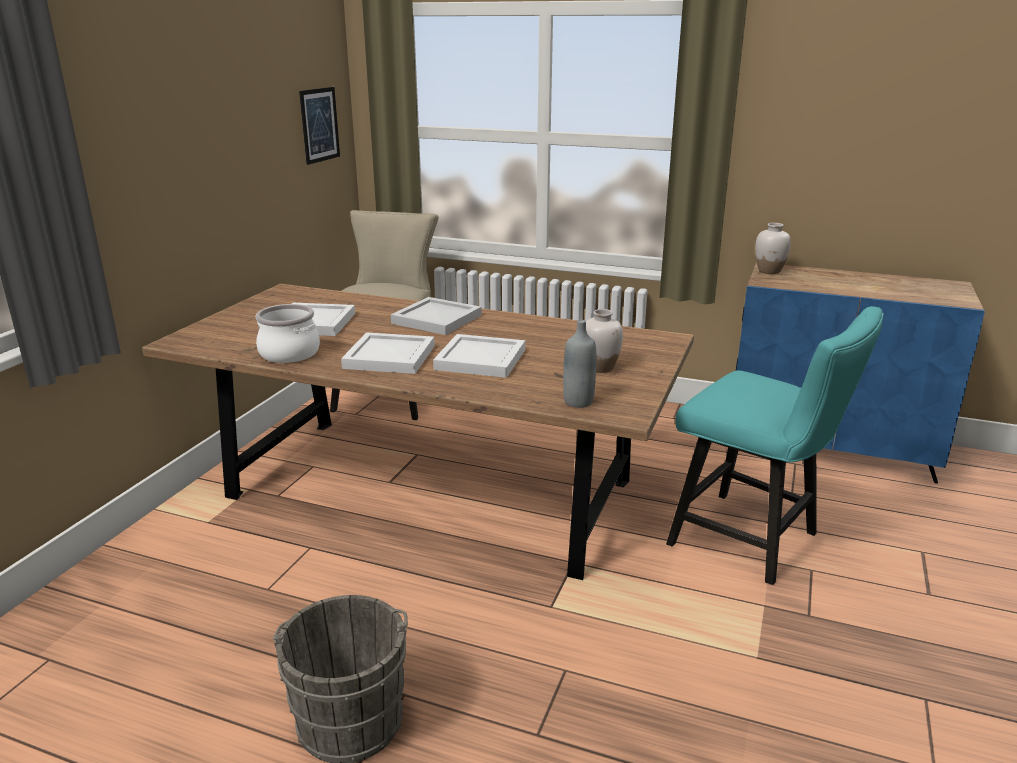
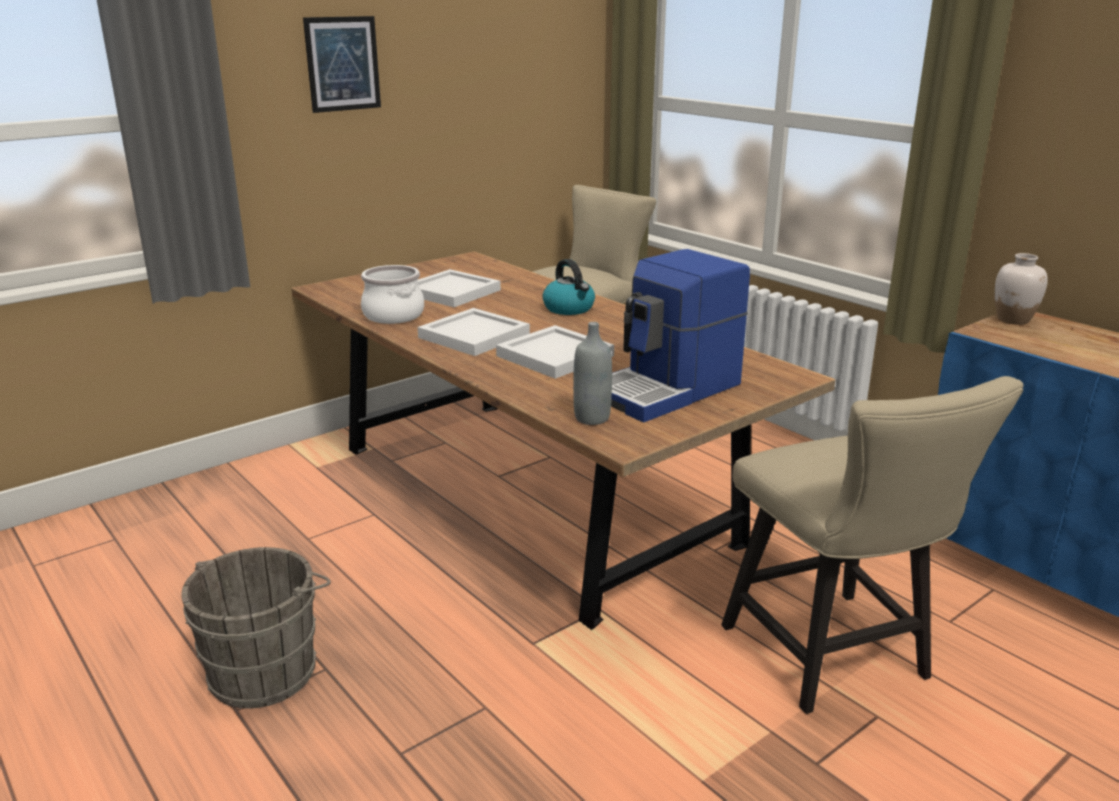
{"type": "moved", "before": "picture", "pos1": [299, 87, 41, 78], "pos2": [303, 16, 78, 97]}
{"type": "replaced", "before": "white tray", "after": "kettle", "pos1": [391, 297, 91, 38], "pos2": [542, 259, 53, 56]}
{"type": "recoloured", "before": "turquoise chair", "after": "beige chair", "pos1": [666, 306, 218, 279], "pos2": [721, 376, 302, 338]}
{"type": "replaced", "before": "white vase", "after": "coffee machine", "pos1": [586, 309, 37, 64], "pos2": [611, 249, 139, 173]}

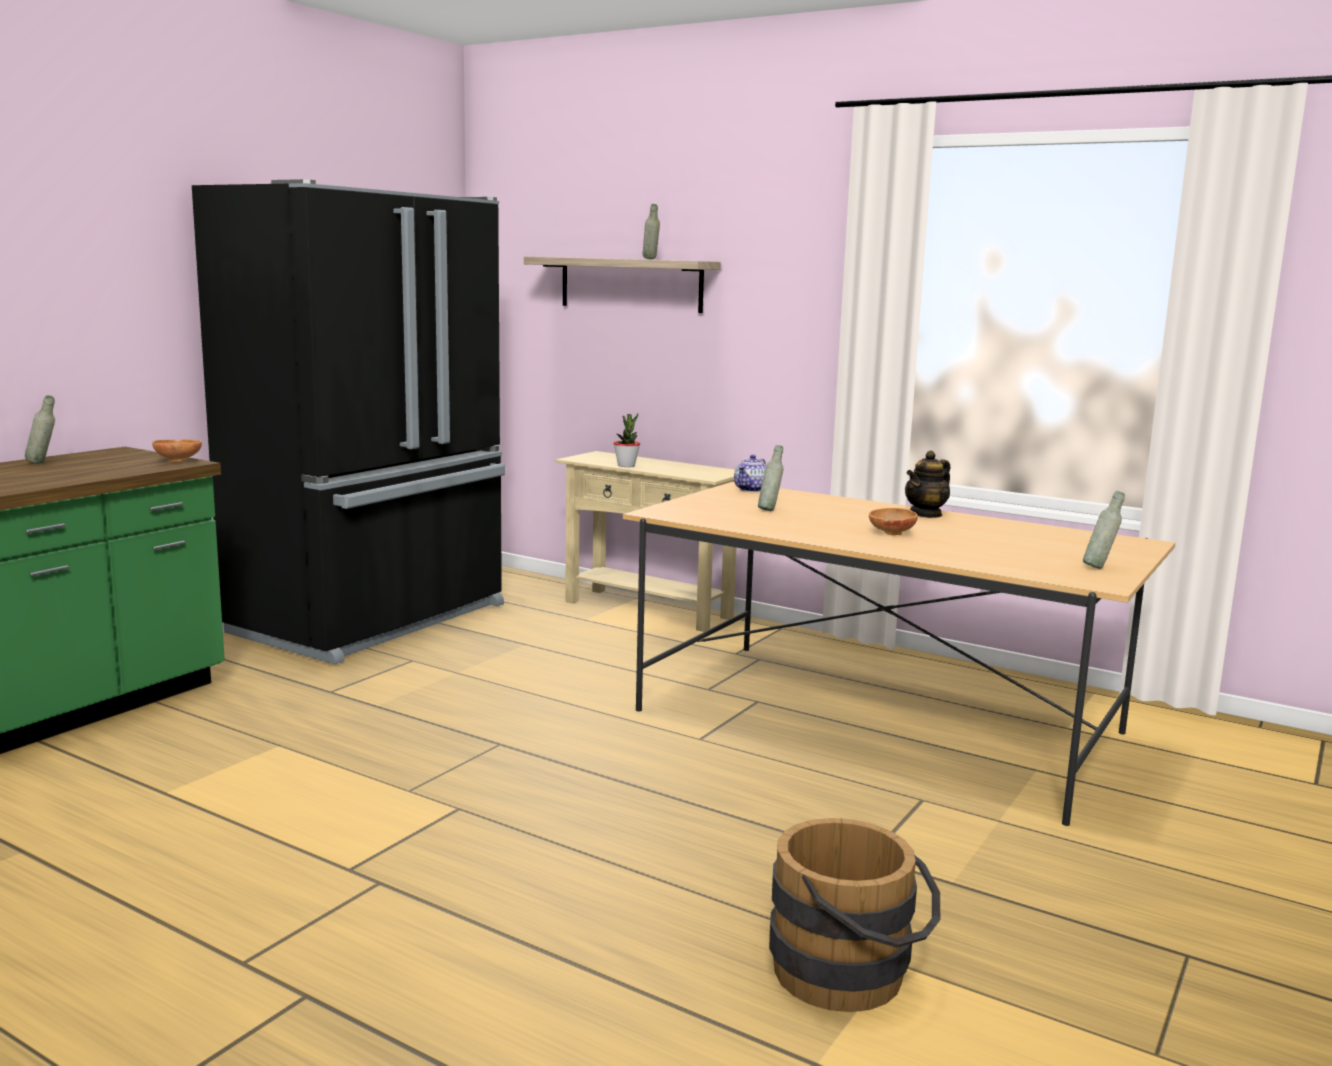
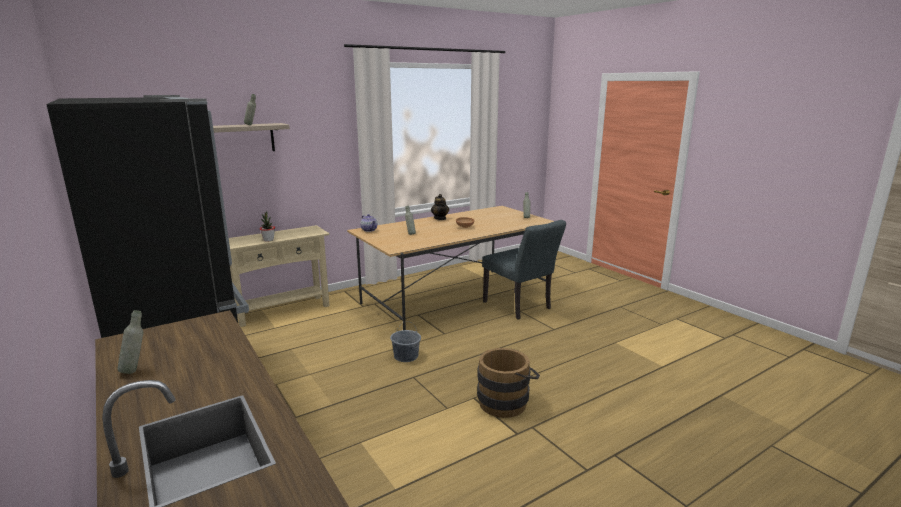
{"type": "removed", "before": "brown bowl", "pos1": [152, 439, 50, 23]}
{"type": "moved", "before": "brown bucket", "pos1": [769, 818, 171, 194], "pos2": [477, 348, 63, 70]}
{"type": "added", "after": "grey chair", "pos2": [482, 220, 84, 99]}
{"type": "added", "after": "grey bucket", "pos2": [390, 322, 31, 40]}

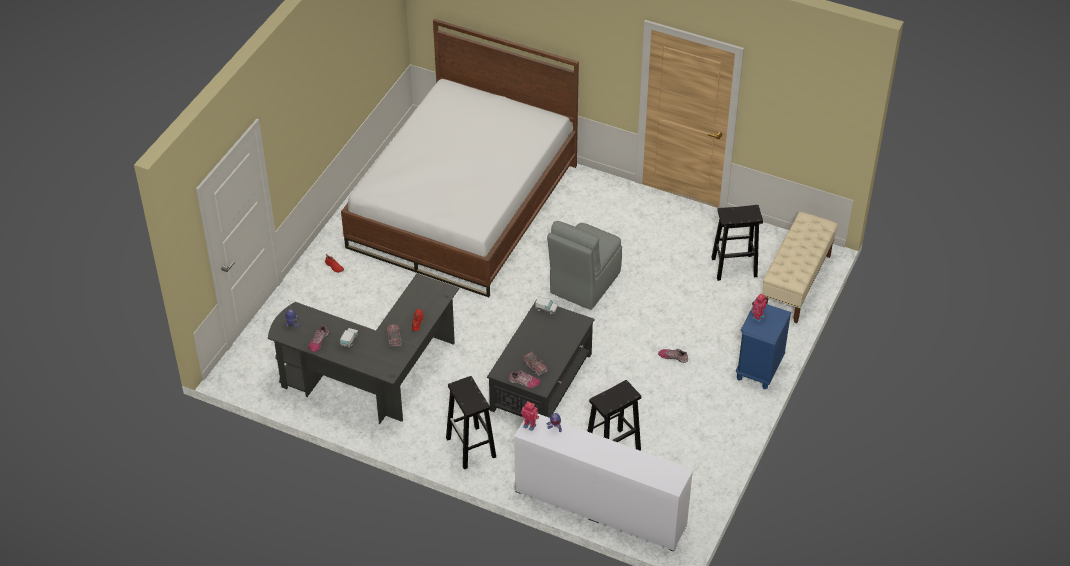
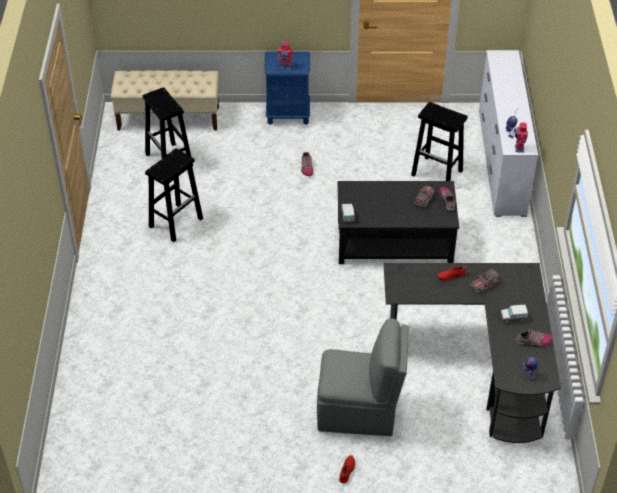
{"type": "removed", "before": "bed", "pos1": [341, 19, 238, 278]}
{"type": "moved", "before": "grey chair", "pos1": [547, 221, 75, 89], "pos2": [317, 318, 92, 118]}
{"type": "moved", "before": "black stool", "pos1": [446, 376, 50, 94], "pos2": [145, 148, 58, 94]}

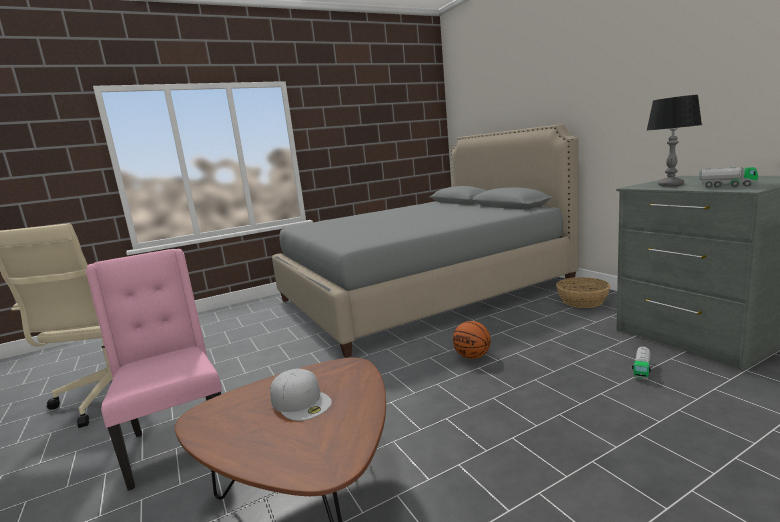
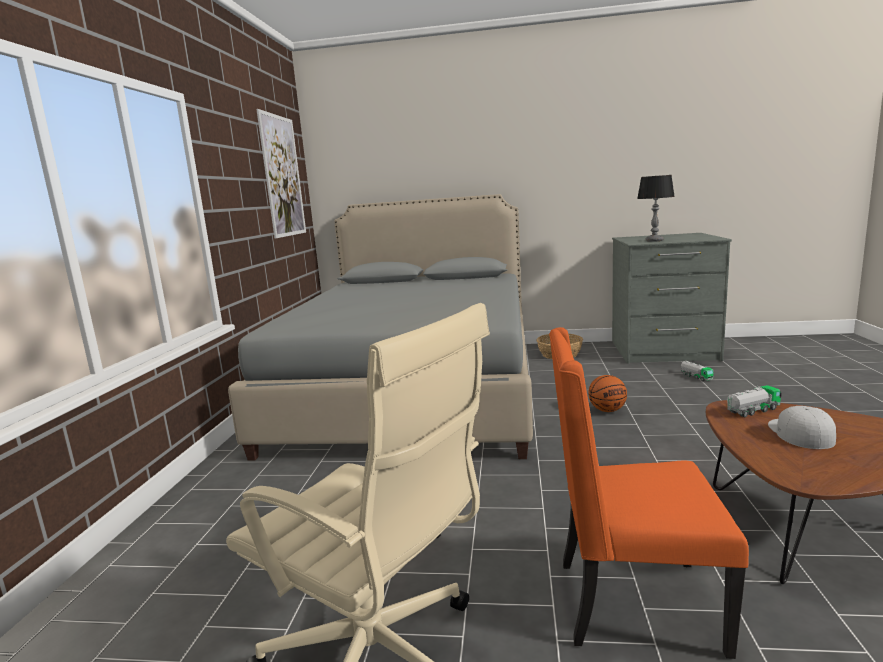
{"type": "moved", "before": "toy truck", "pos1": [699, 167, 59, 21], "pos2": [727, 385, 54, 32]}
{"type": "recoloured", "before": "pink chair", "after": "orange chair", "pos1": [86, 249, 136, 242], "pos2": [549, 327, 200, 332]}
{"type": "turned", "before": "white cap", "pos1": [270, 369, 62, 52], "pos2": [768, 406, 68, 43], "turn": -75}
{"type": "added", "after": "picture", "pos2": [256, 109, 50, 129]}

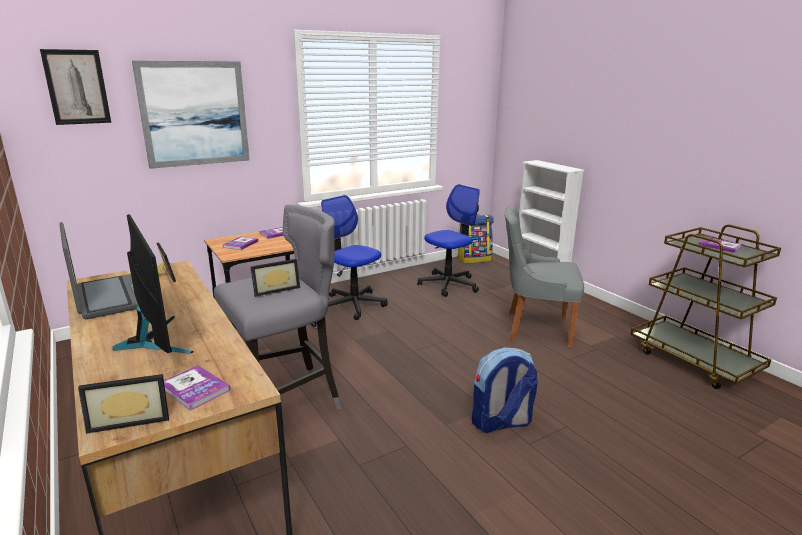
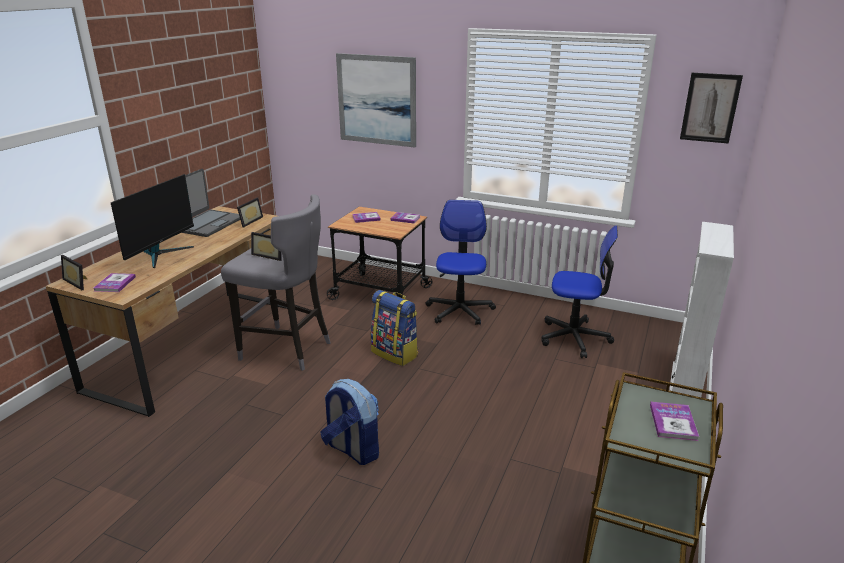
{"type": "moved", "before": "picture", "pos1": [40, 49, 71, 76], "pos2": [680, 73, 63, 71]}
{"type": "removed", "before": "grey chair", "pos1": [504, 205, 80, 142]}
{"type": "moved", "before": "backpack", "pos1": [457, 214, 37, 50], "pos2": [371, 290, 47, 76]}

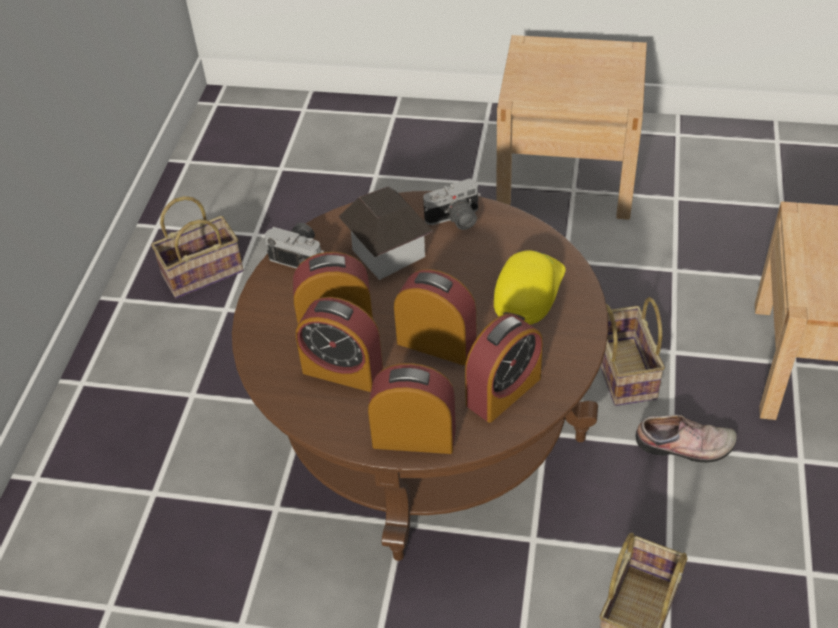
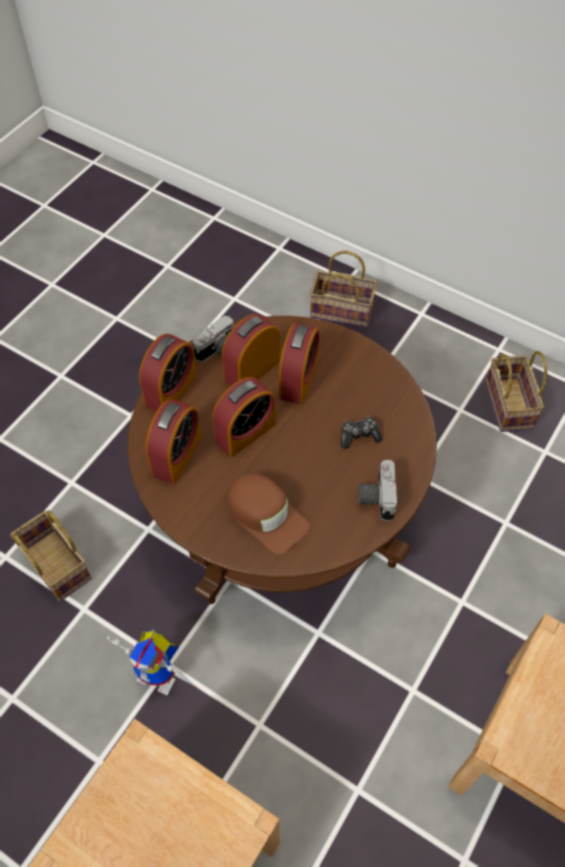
{"type": "replaced", "before": "toy house", "after": "game controller", "pos1": [339, 186, 94, 94], "pos2": [341, 416, 41, 33]}
{"type": "moved", "before": "photo camera", "pos1": [264, 223, 60, 45], "pos2": [193, 315, 42, 47]}
{"type": "recoloured", "before": "yellow cap", "after": "brown cap", "pos1": [494, 250, 72, 75], "pos2": [227, 473, 83, 81]}
{"type": "moved", "before": "basket", "pos1": [600, 297, 65, 109], "pos2": [310, 251, 67, 77]}
{"type": "turned", "before": "alarm clock", "pos1": [465, 314, 78, 109], "pos2": [146, 399, 55, 85], "turn": -135}
{"type": "replaced", "before": "shoe", "after": "toy robot", "pos1": [636, 415, 101, 48], "pos2": [107, 629, 89, 67]}

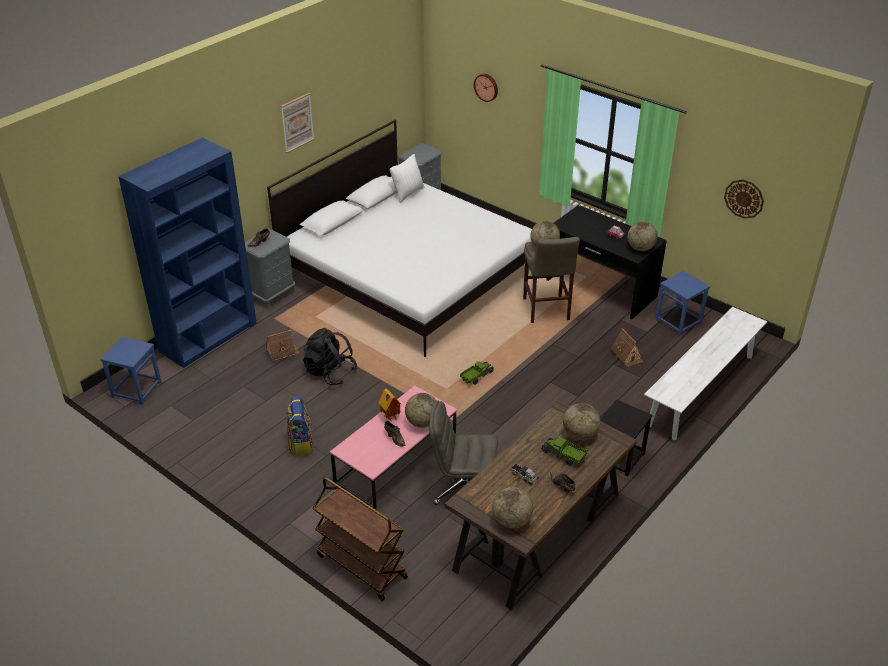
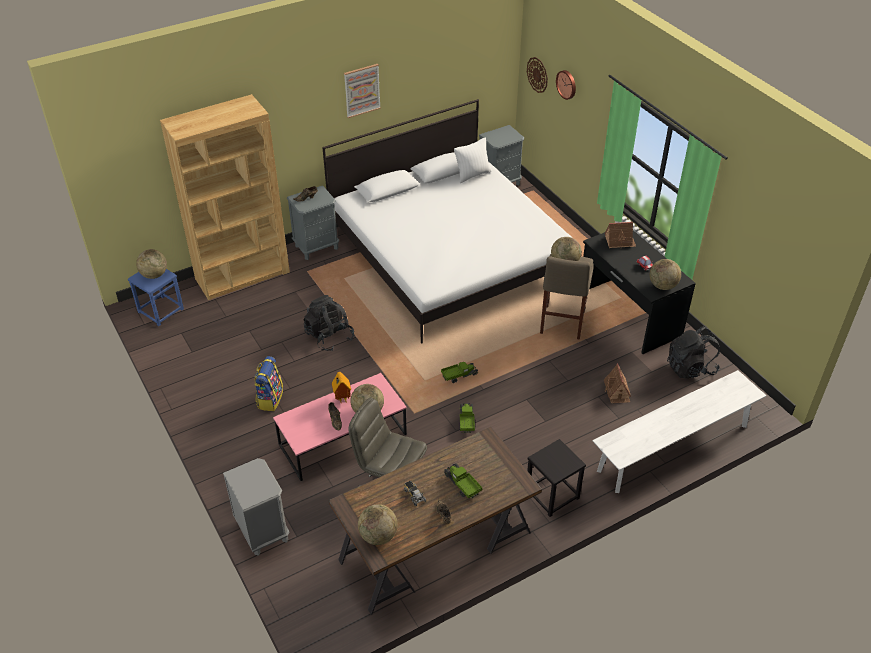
{"type": "recoloured", "before": "blue bookcase", "after": "brown bookcase", "pos1": [118, 138, 139, 230], "pos2": [160, 94, 130, 206]}
{"type": "moved", "before": "wall clock", "pos1": [724, 179, 40, 40], "pos2": [527, 57, 21, 36]}
{"type": "replaced", "before": "blue stool", "after": "black backpack", "pos1": [655, 271, 55, 64], "pos2": [667, 326, 53, 53]}
{"type": "moved", "before": "toy house", "pos1": [266, 330, 34, 31], "pos2": [605, 222, 31, 26]}
{"type": "moved", "before": "globe", "pos1": [563, 403, 37, 38], "pos2": [136, 249, 31, 30]}
{"type": "replaced", "before": "brown cart", "after": "grey nightstand", "pos1": [313, 477, 95, 124], "pos2": [223, 458, 66, 98]}
{"type": "added", "after": "toy truck", "pos2": [460, 403, 15, 30]}

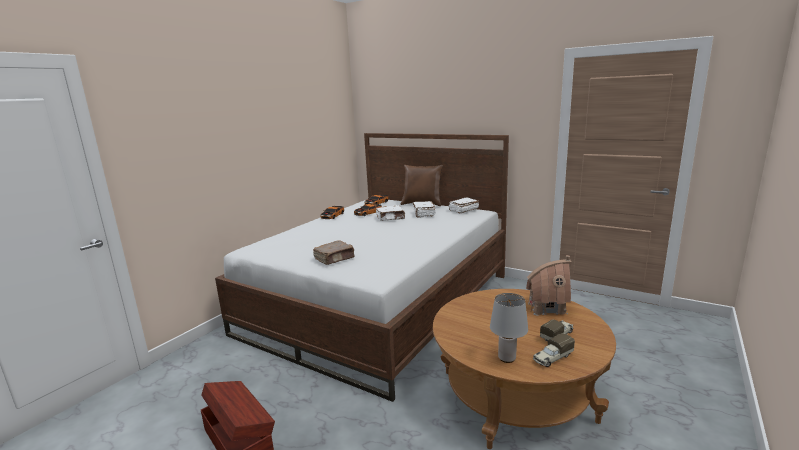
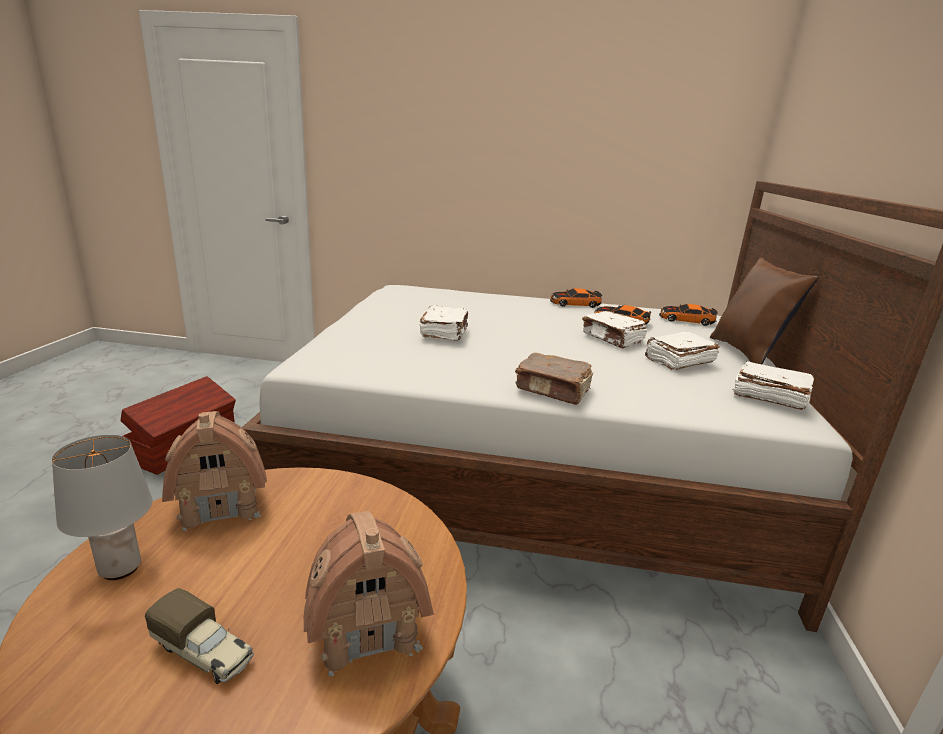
{"type": "moved", "before": "brown book", "pos1": [313, 240, 42, 25], "pos2": [515, 353, 78, 52]}
{"type": "removed", "before": "toy truck", "pos1": [533, 333, 42, 34]}
{"type": "added", "after": "white book", "pos2": [419, 305, 49, 36]}
{"type": "added", "after": "toy house", "pos2": [162, 411, 105, 120]}

